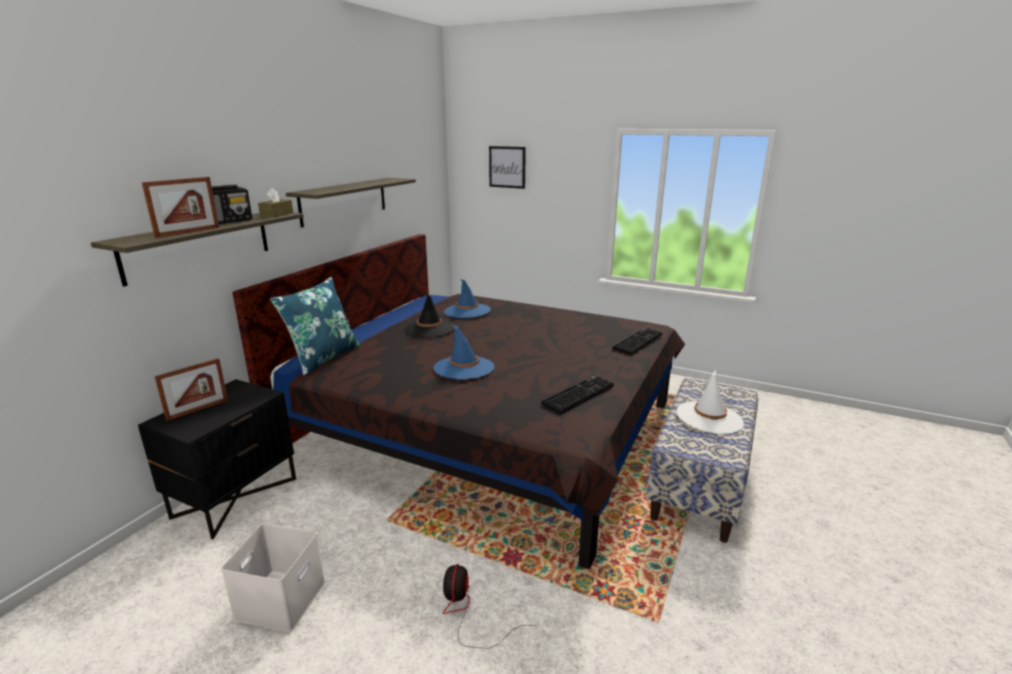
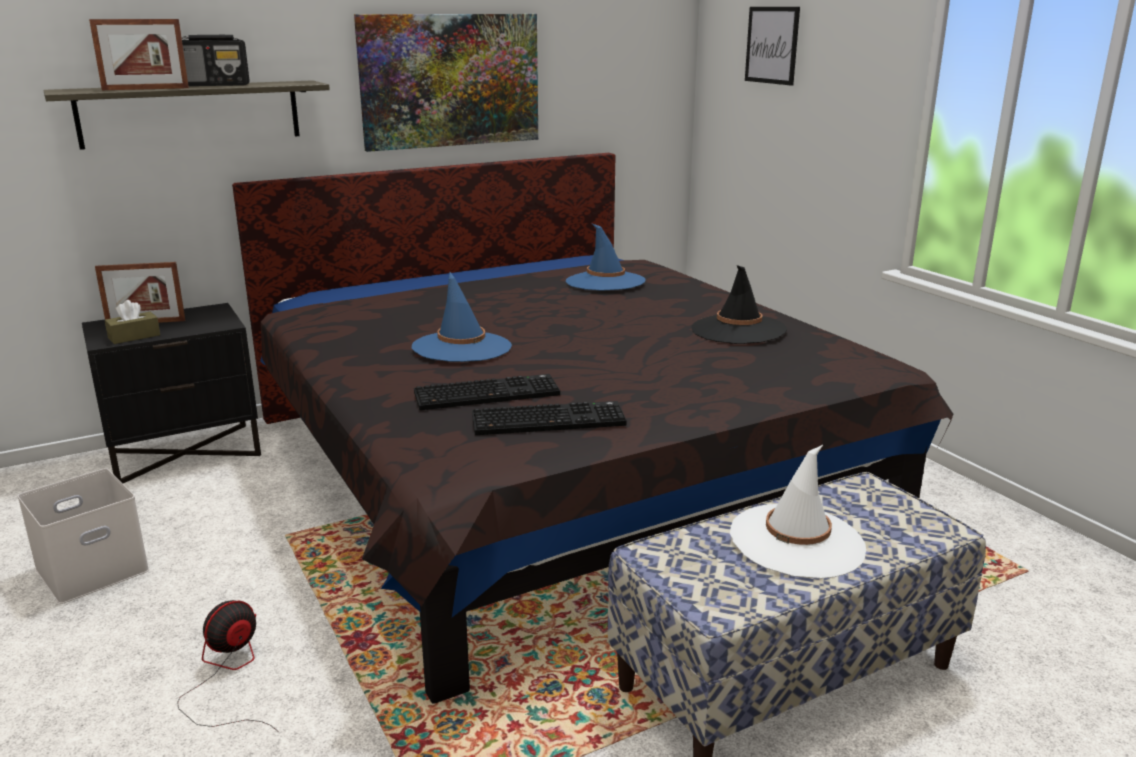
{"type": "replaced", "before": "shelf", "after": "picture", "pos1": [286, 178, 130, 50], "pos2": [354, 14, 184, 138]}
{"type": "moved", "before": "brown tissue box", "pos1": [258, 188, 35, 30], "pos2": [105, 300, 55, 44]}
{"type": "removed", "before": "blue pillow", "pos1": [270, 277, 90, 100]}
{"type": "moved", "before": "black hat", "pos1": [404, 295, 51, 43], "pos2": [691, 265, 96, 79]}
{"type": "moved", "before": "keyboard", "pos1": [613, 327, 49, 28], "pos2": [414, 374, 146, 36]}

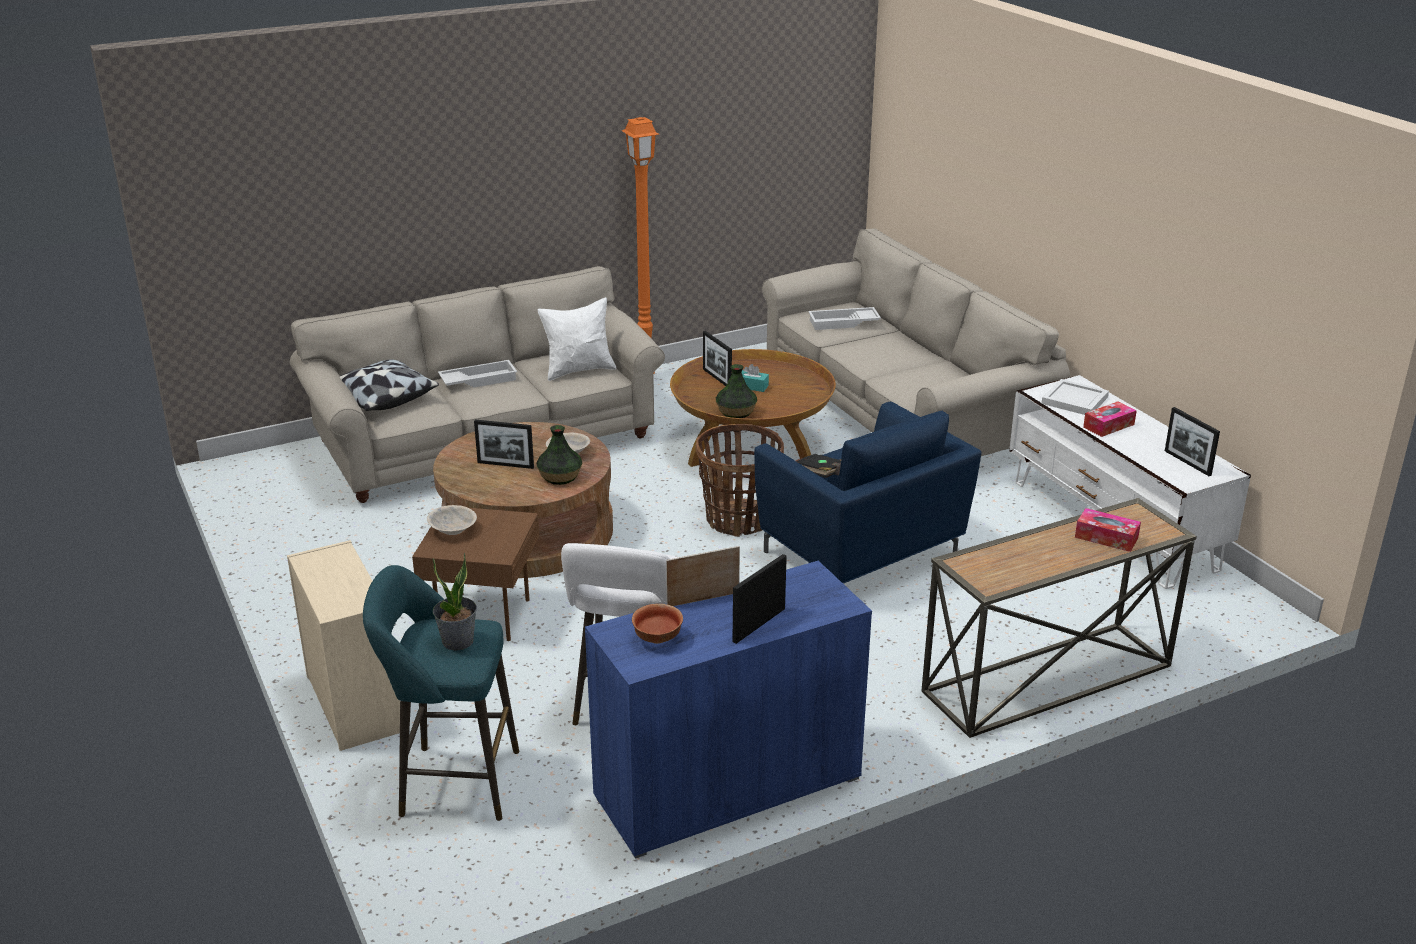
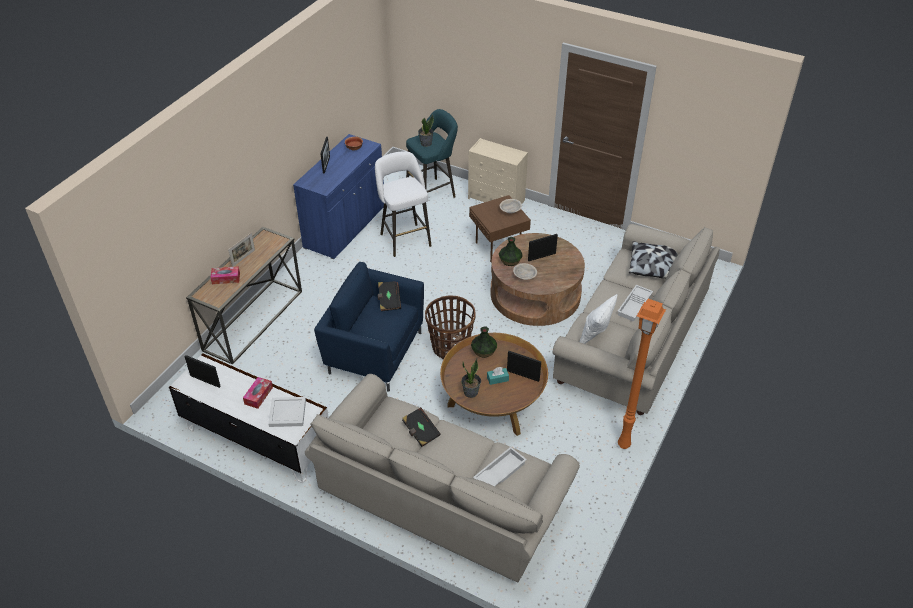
{"type": "moved", "before": "picture frame", "pos1": [666, 546, 74, 60], "pos2": [228, 233, 27, 34]}
{"type": "added", "after": "potted plant", "pos2": [461, 358, 20, 40]}
{"type": "added", "after": "black book", "pos2": [402, 407, 39, 40]}

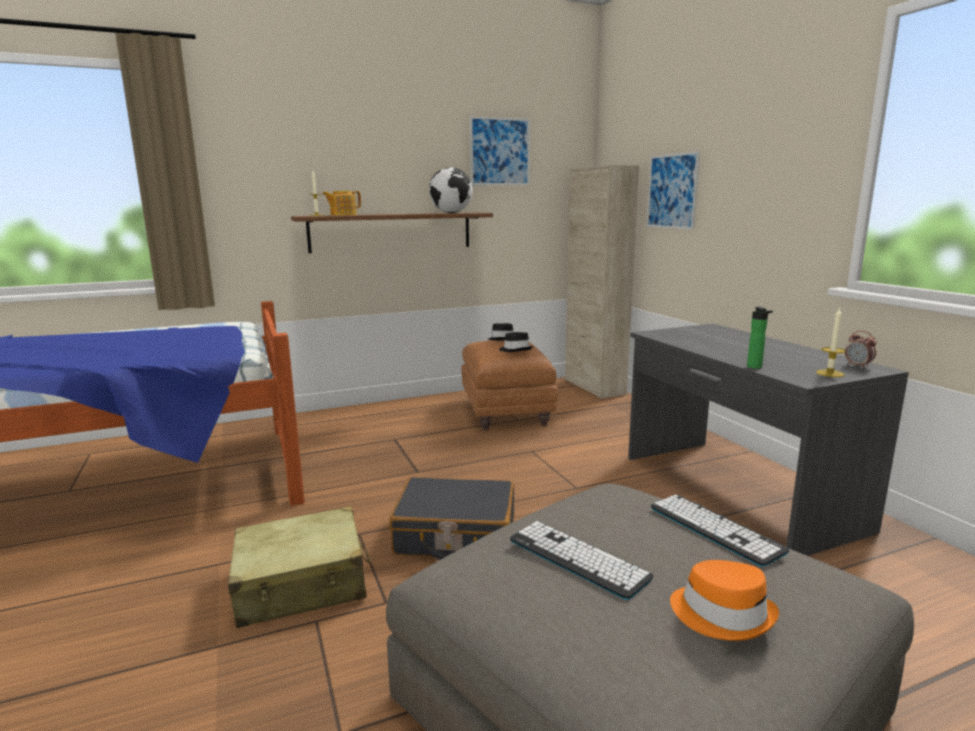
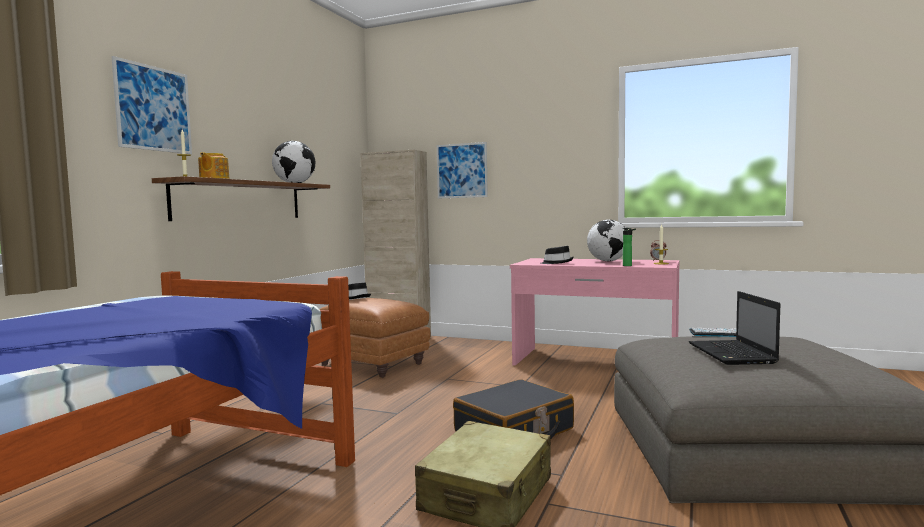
{"type": "moved", "before": "picture", "pos1": [470, 116, 60, 69], "pos2": [111, 56, 81, 98]}
{"type": "recoloured", "before": "grey desk", "after": "pink desk", "pos1": [628, 324, 281, 232], "pos2": [510, 258, 169, 108]}
{"type": "moved", "before": "black hat", "pos1": [499, 332, 34, 20], "pos2": [541, 246, 33, 18]}
{"type": "replaced", "before": "keyboard", "after": "laptop", "pos1": [510, 521, 144, 79], "pos2": [689, 291, 91, 74]}
{"type": "removed", "before": "orange hat", "pos1": [670, 560, 109, 81]}
{"type": "added", "after": "globe", "pos2": [587, 220, 38, 41]}

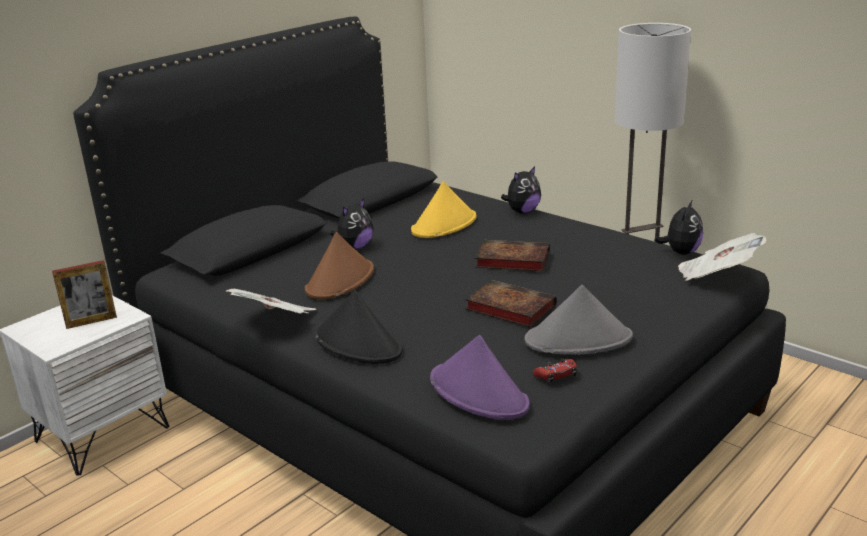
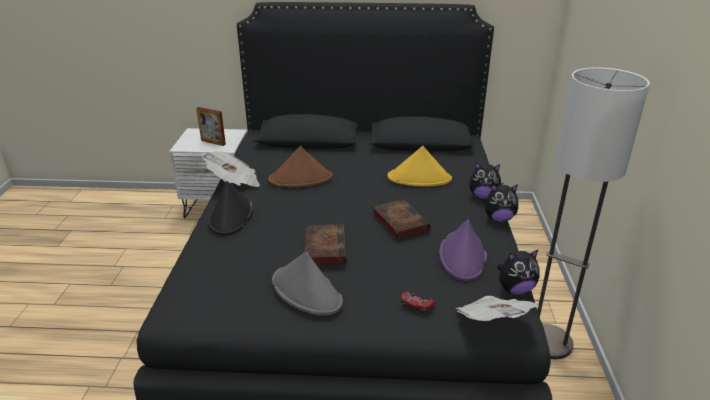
{"type": "moved", "before": "plush toy", "pos1": [330, 198, 43, 52], "pos2": [485, 184, 33, 38]}
{"type": "moved", "before": "purple hat", "pos1": [430, 335, 100, 85], "pos2": [439, 219, 48, 62]}
{"type": "moved", "before": "red game controller", "pos1": [533, 359, 44, 24], "pos2": [401, 292, 34, 21]}

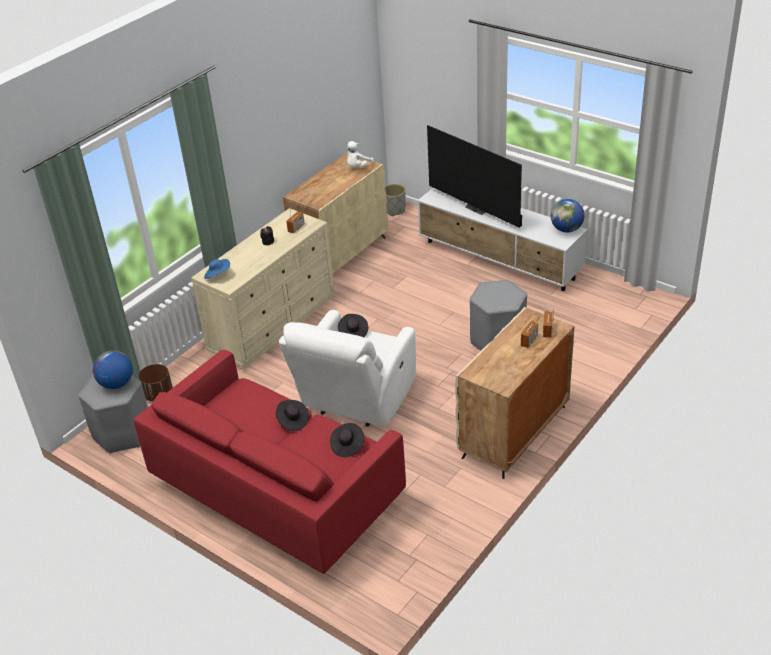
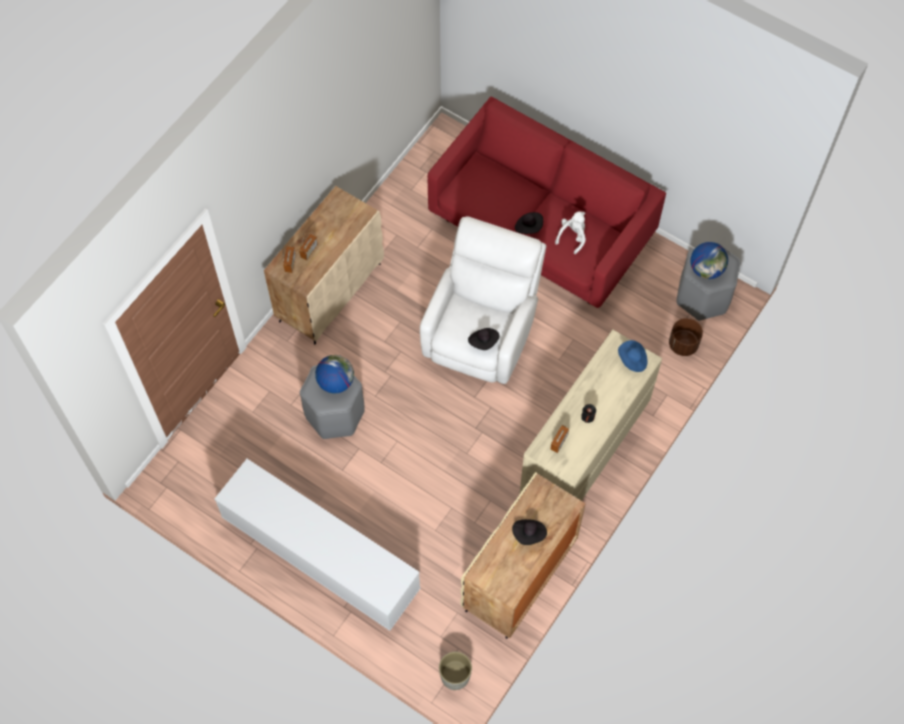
{"type": "removed", "before": "television", "pos1": [427, 125, 95, 103]}
{"type": "moved", "before": "white plush toy", "pos1": [347, 141, 27, 27], "pos2": [555, 211, 31, 43]}
{"type": "moved", "before": "globe", "pos1": [551, 199, 34, 34], "pos2": [315, 355, 39, 39]}
{"type": "moved", "before": "black hat", "pos1": [330, 423, 34, 34], "pos2": [512, 519, 35, 26]}

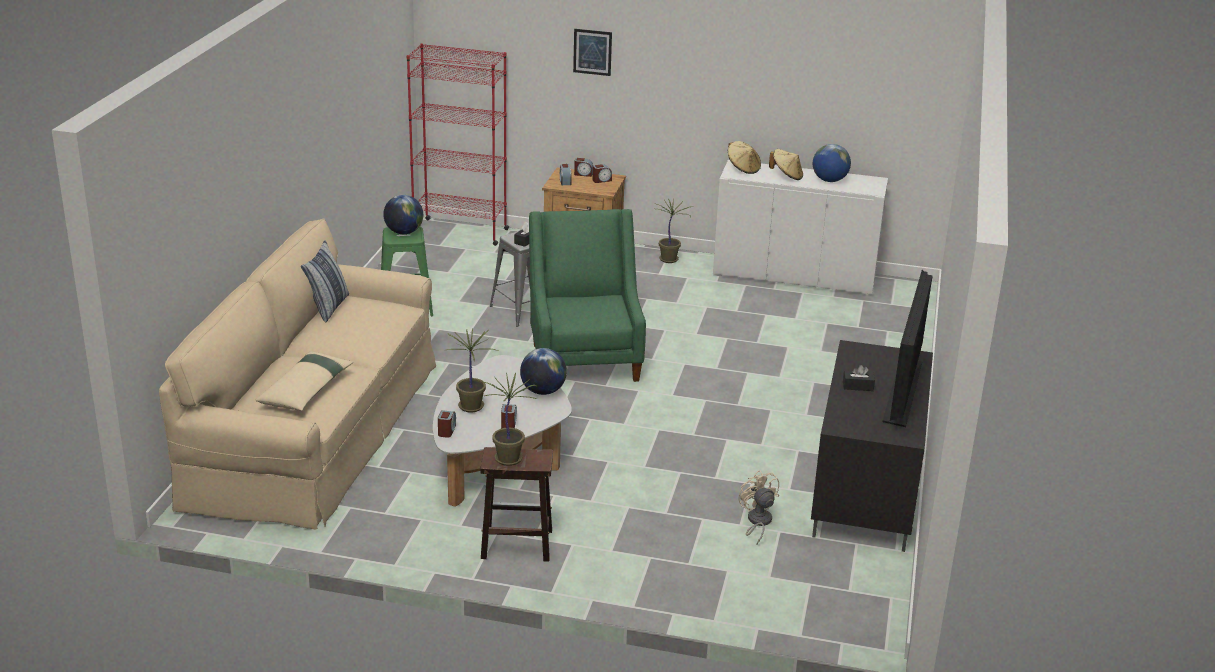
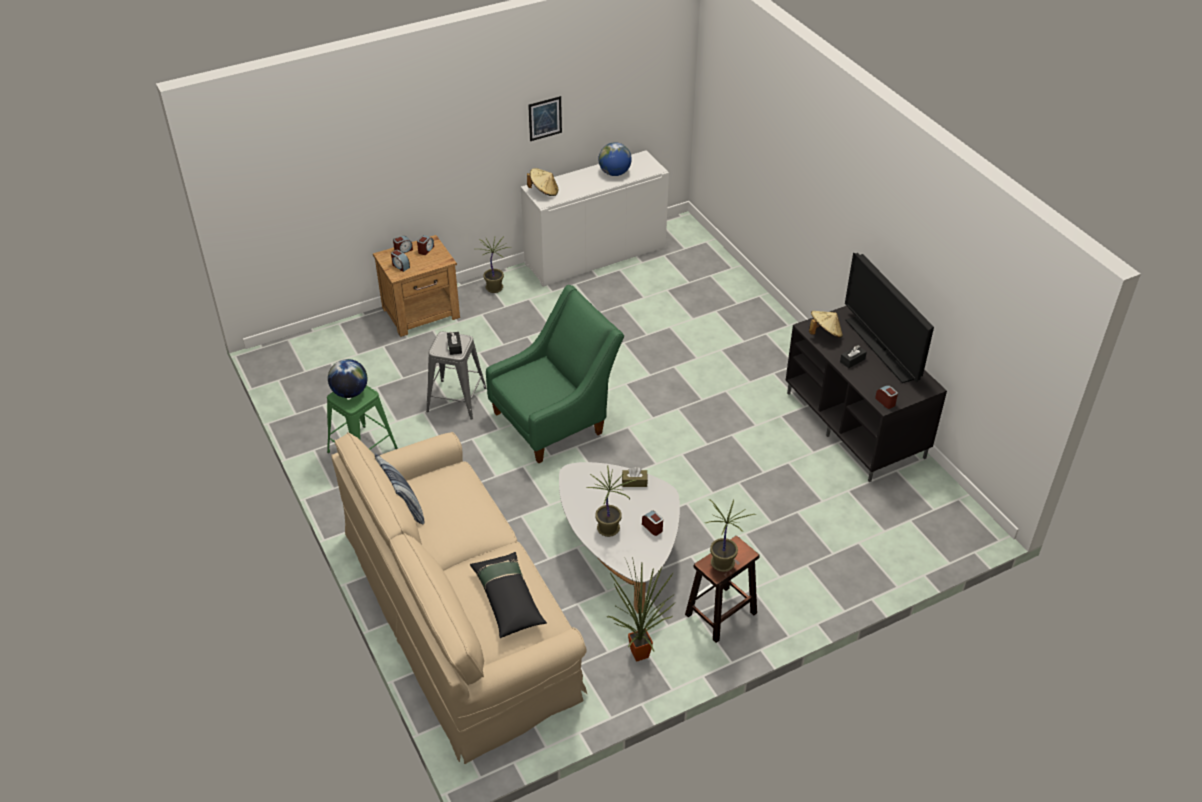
{"type": "moved", "before": "picture", "pos1": [573, 29, 39, 47], "pos2": [528, 96, 34, 45]}
{"type": "removed", "before": "red bookcase", "pos1": [407, 43, 102, 203]}
{"type": "moved", "before": "beige hat", "pos1": [769, 149, 34, 31], "pos2": [809, 311, 34, 27]}
{"type": "turned", "before": "green armchair", "pos1": [529, 209, 117, 173], "pos2": [486, 285, 138, 178], "turn": 105}
{"type": "replaced", "before": "globe", "after": "brown tissue box", "pos1": [520, 348, 47, 47], "pos2": [622, 467, 26, 20]}
{"type": "recoloured", "before": "beige pillow", "after": "black pillow", "pos1": [255, 351, 98, 60], "pos2": [470, 552, 77, 86]}
{"type": "moved", "before": "alarm clock", "pos1": [438, 410, 18, 28], "pos2": [875, 385, 23, 24]}
{"type": "removed", "before": "beige fan", "pos1": [739, 470, 40, 75]}
{"type": "added", "after": "potted plant", "pos2": [607, 557, 68, 105]}

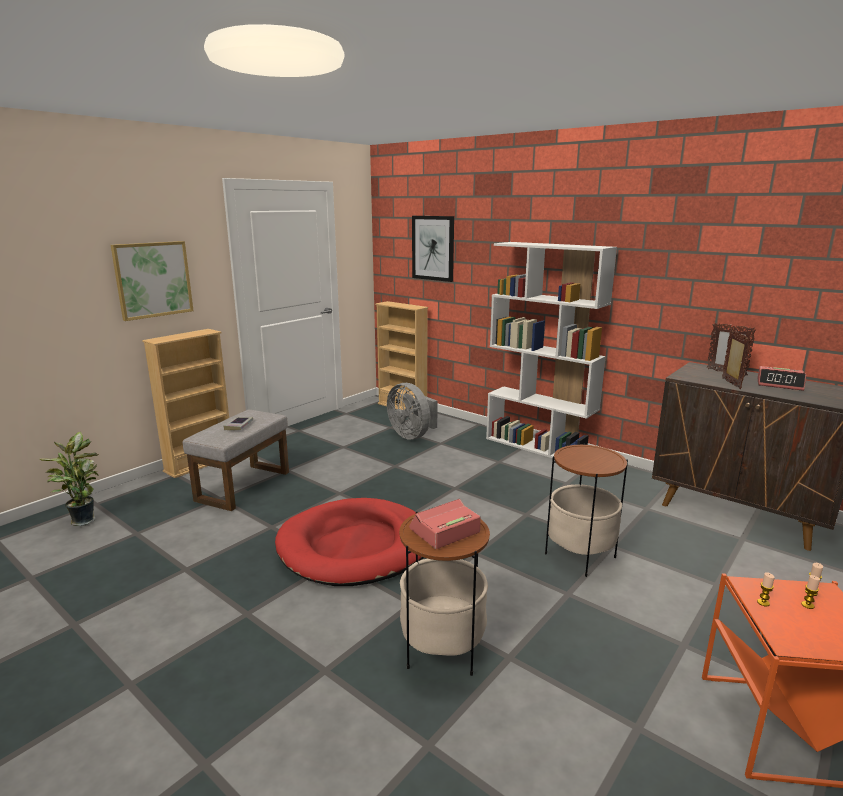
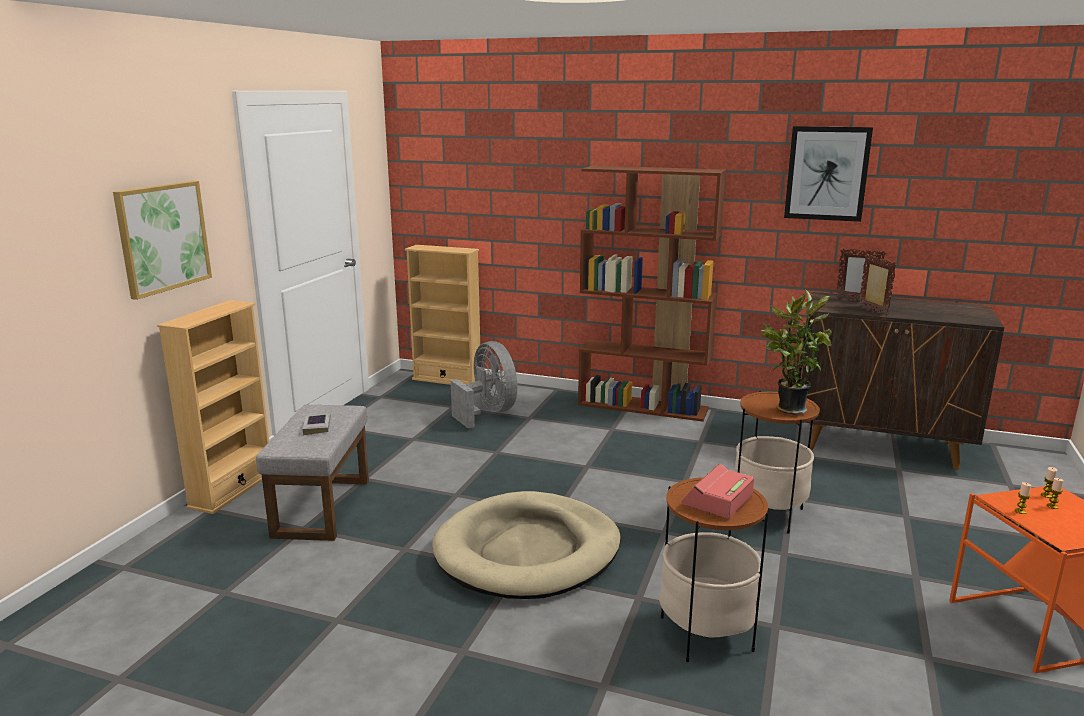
{"type": "moved", "before": "picture", "pos1": [412, 216, 42, 66], "pos2": [784, 126, 89, 96]}
{"type": "recoloured", "before": "white bookcase", "after": "brown bookcase", "pos1": [486, 242, 131, 216], "pos2": [578, 165, 148, 257]}
{"type": "removed", "before": "alarm clock", "pos1": [757, 366, 49, 25]}
{"type": "turned", "before": "grey fan", "pos1": [387, 383, 51, 57], "pos2": [451, 341, 66, 87], "turn": -150}
{"type": "moved", "before": "potted plant", "pos1": [40, 432, 60, 94], "pos2": [761, 289, 71, 126]}
{"type": "recoloured", "before": "red dog bed", "after": "beige dog bed", "pos1": [275, 498, 149, 88], "pos2": [432, 491, 189, 108]}

